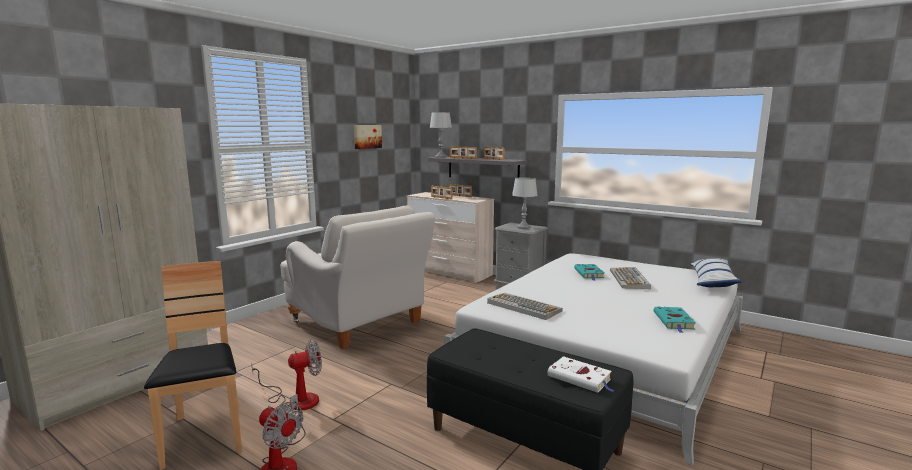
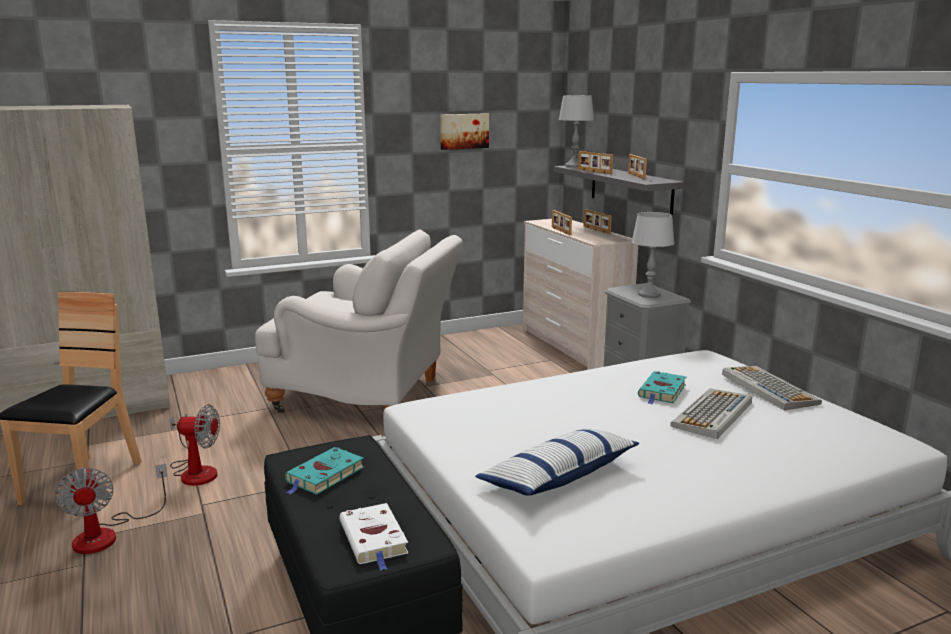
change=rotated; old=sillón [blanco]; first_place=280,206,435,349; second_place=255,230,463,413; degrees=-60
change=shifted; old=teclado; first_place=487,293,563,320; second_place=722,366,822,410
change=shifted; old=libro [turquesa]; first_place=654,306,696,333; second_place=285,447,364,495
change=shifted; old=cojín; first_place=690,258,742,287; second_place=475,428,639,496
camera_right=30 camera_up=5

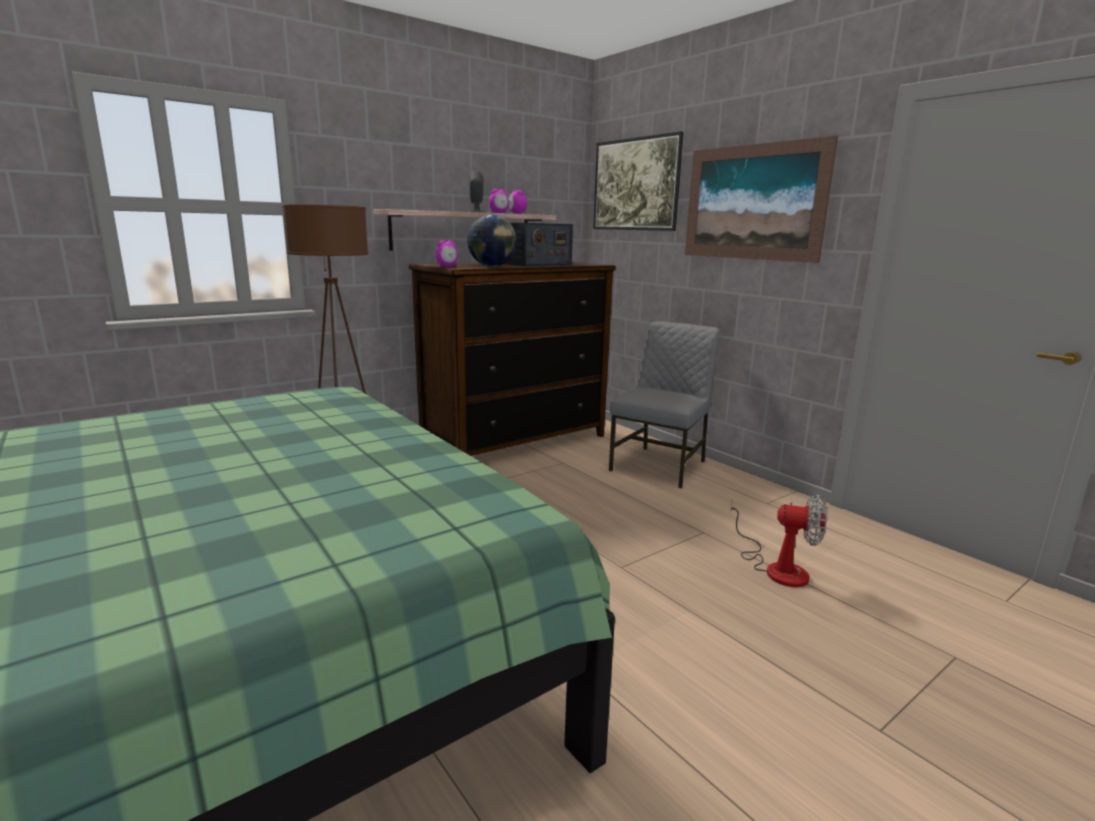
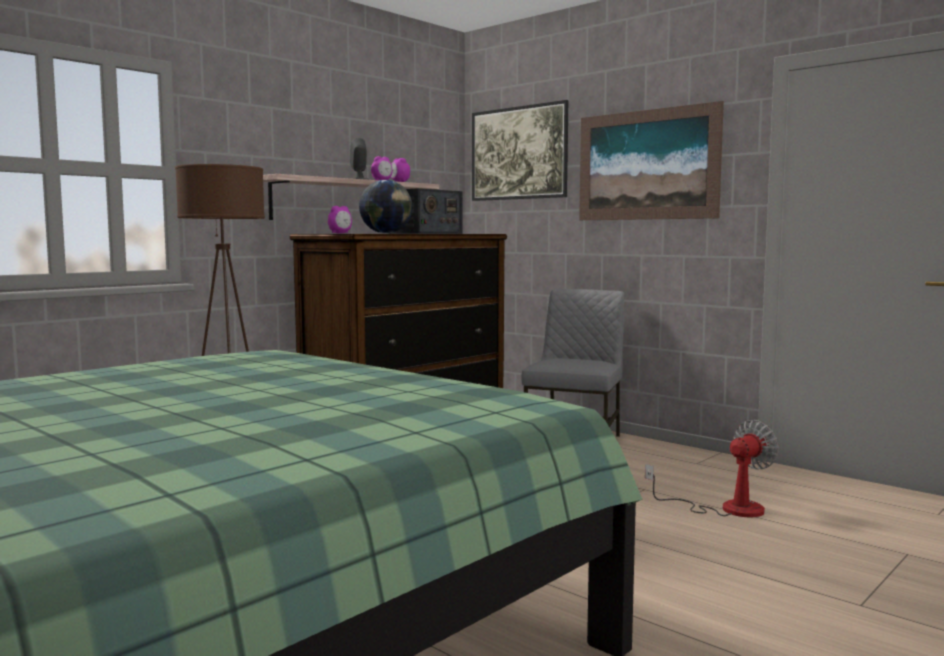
change=rotated; old=ventilador; first_place=730,494,827,587; second_place=645,420,779,517; degrees=-45
camera_right=-10 camera_up=-10

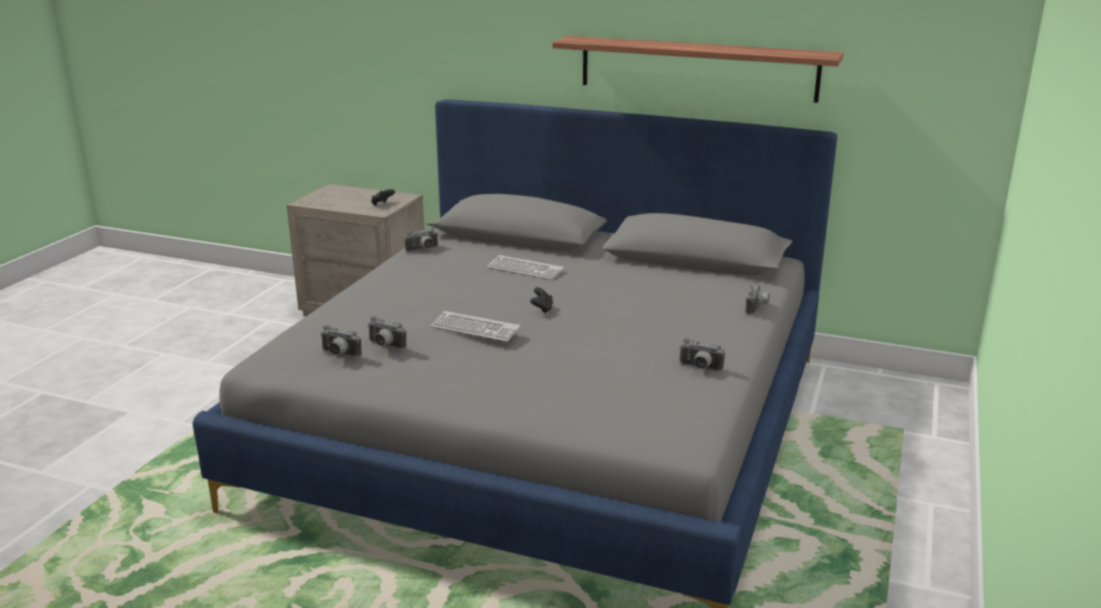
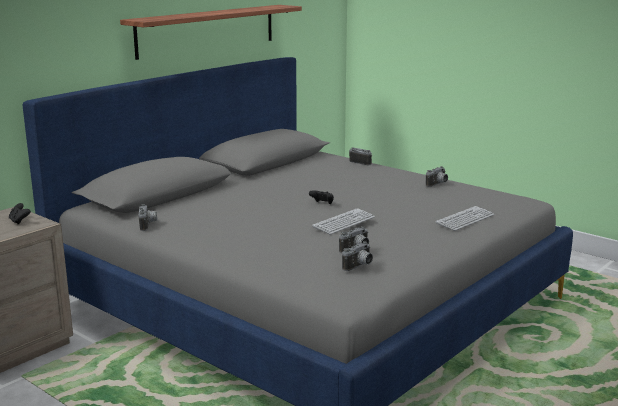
change=shifted; old=teclado; first_place=487,255,564,280; second_place=436,206,494,231
camera_right=-70 camera_up=-5

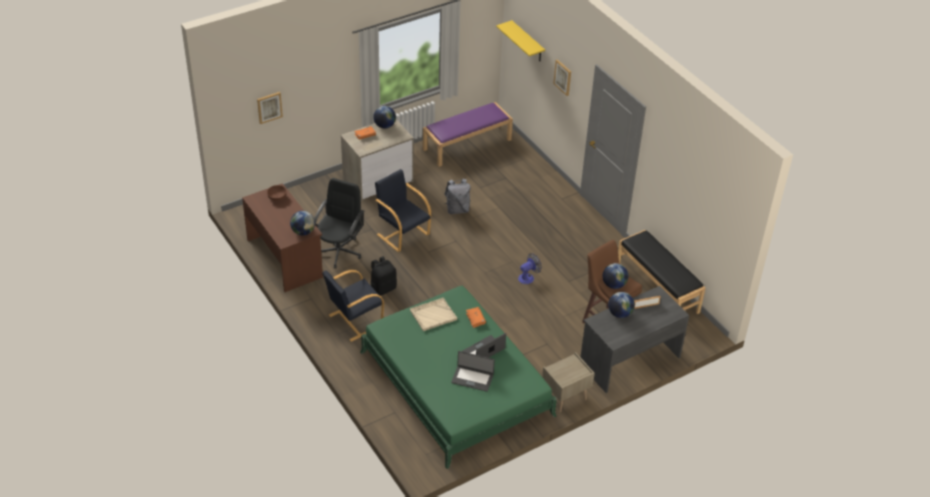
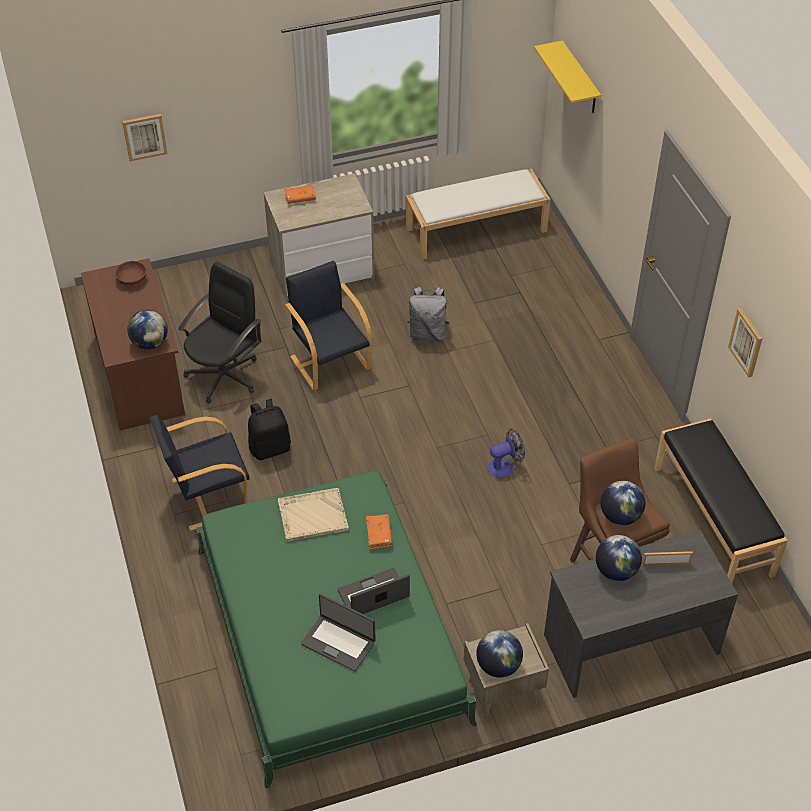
change=shifted; old=globo terráqueo; first_place=373,106,396,129; second_place=476,630,523,678
change=repainted; old=banco [morado]; new=banco [blanco]; first_place=423,102,513,167; second_place=406,169,550,260
change=shifted; old=cuadro; first_place=553,59,571,96; second_place=728,308,763,378
camera_right=15 camera_up=5

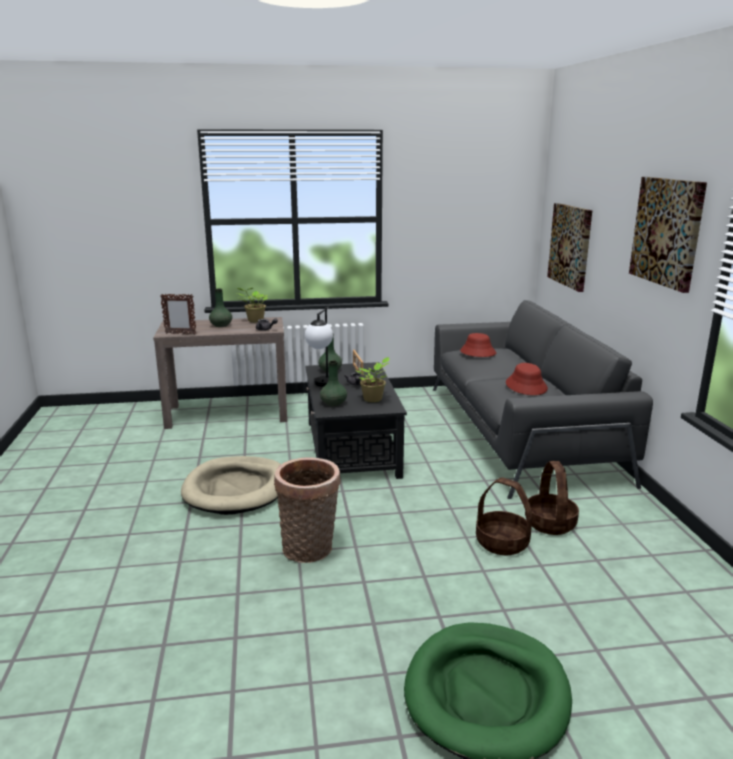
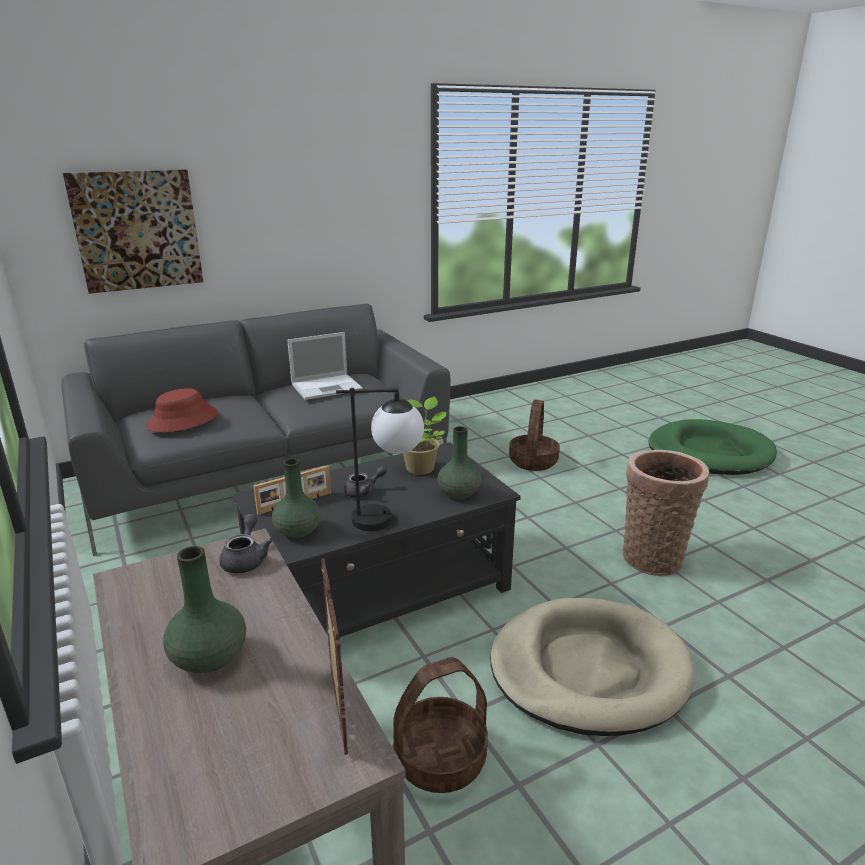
change=gone; old=planta en maceta; first_place=237,288,268,322
change=swapped; old=sombrero [rojo]; new=portátil; first_place=506,363,548,395; second_place=287,332,363,400
change=shifted; old=cesta; first_place=525,461,579,535; second_place=393,657,488,793
change=gone; old=cuadro; first_place=629,177,707,293
camera_right=-110 camera_up=5

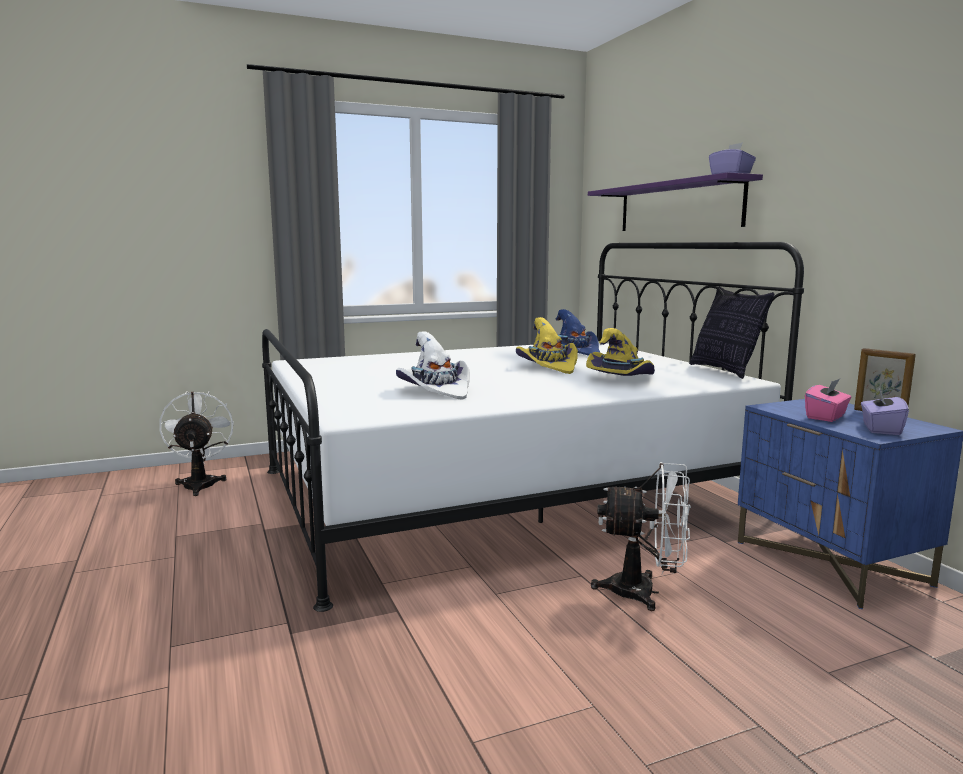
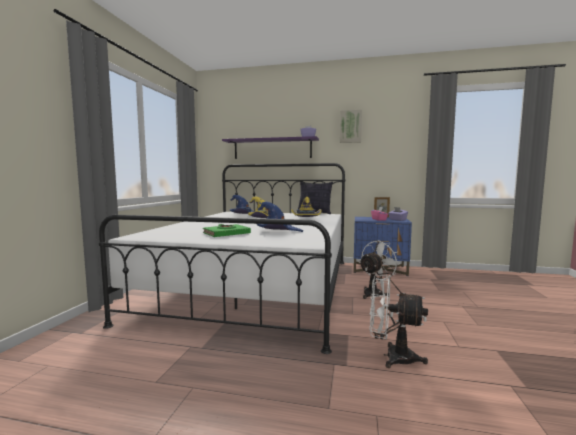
change=shifted; old=ventilador [blanco]; first_place=159,391,234,496; second_place=369,275,428,368
change=repainted; old=sombrero [blanco]; new=sombrero [azul]; first_place=396,331,470,400; second_place=257,202,303,232
change=new; new=libro [verde]; second_place=203,224,251,237
change=new; new=cuadro; second_place=340,110,362,143
camera_right=-55 camera_up=-5

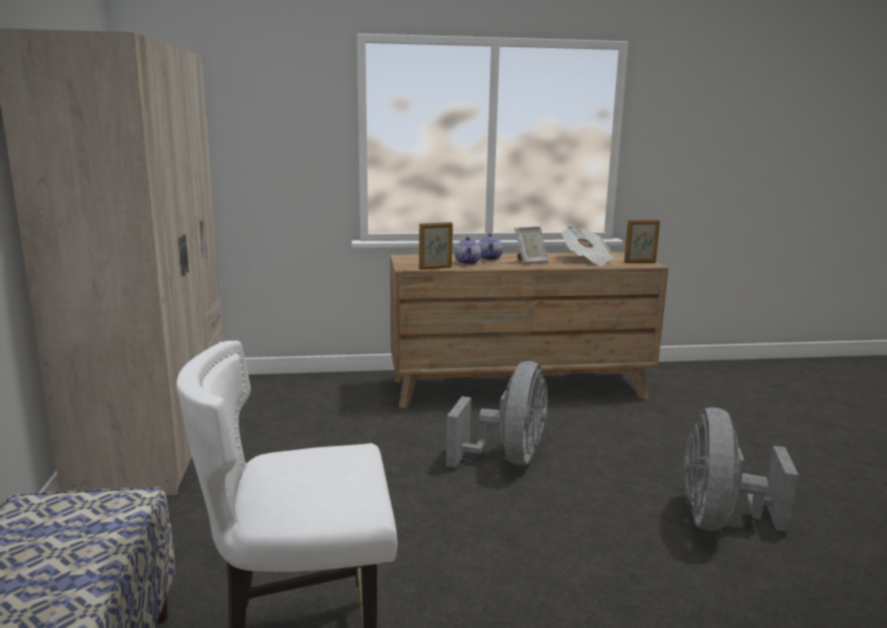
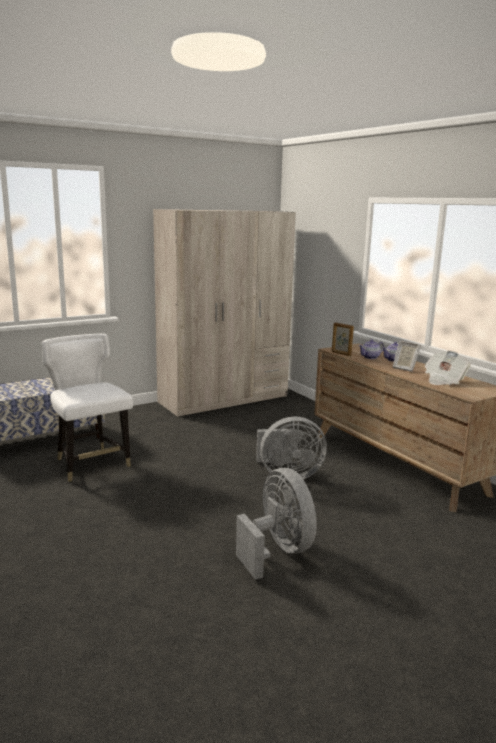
change=gone; old=portarretratos; first_place=624,220,660,263
change=rotated; old=ventilador [gris]; first_place=684,408,798,532; second_place=236,468,317,580; degrees=75
camera_right=65 camera_up=0

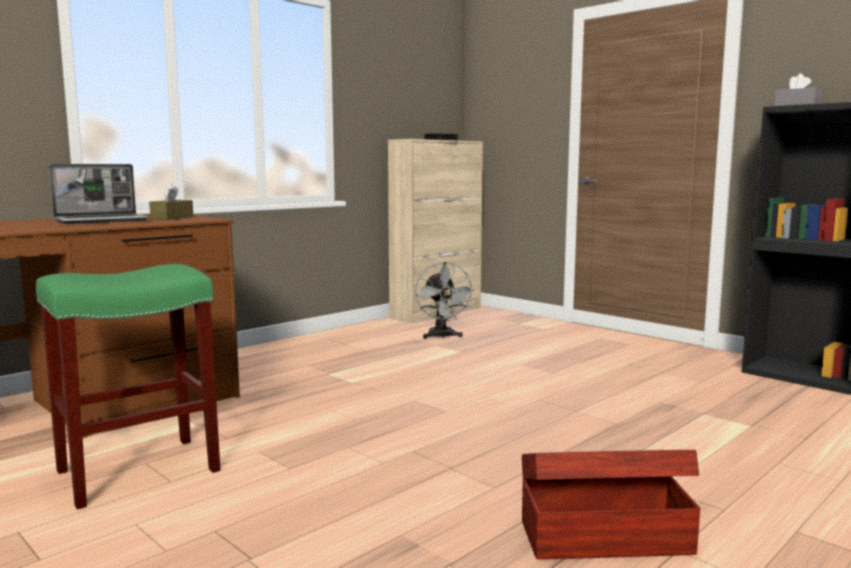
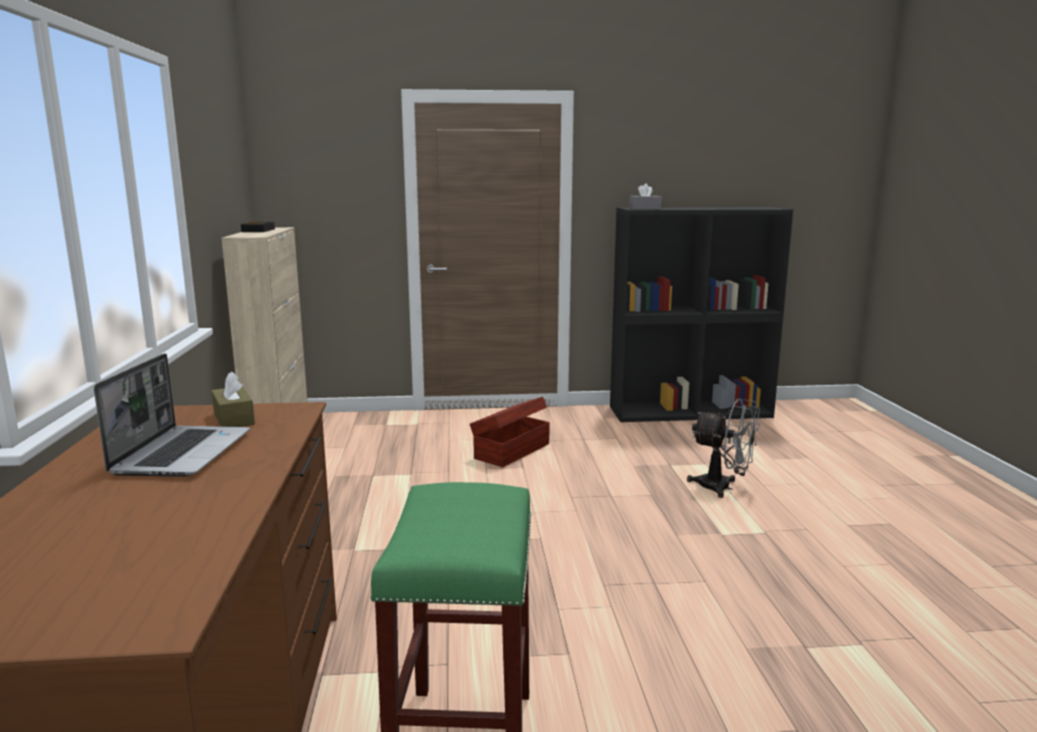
change=shifted; old=ventilador [gris]; first_place=415,262,474,339; second_place=687,399,760,498
change=shifted; old=caja de almacenaje [marrón]; first_place=522,450,701,560; second_place=470,397,550,467
camera_right=-50 camera_up=5

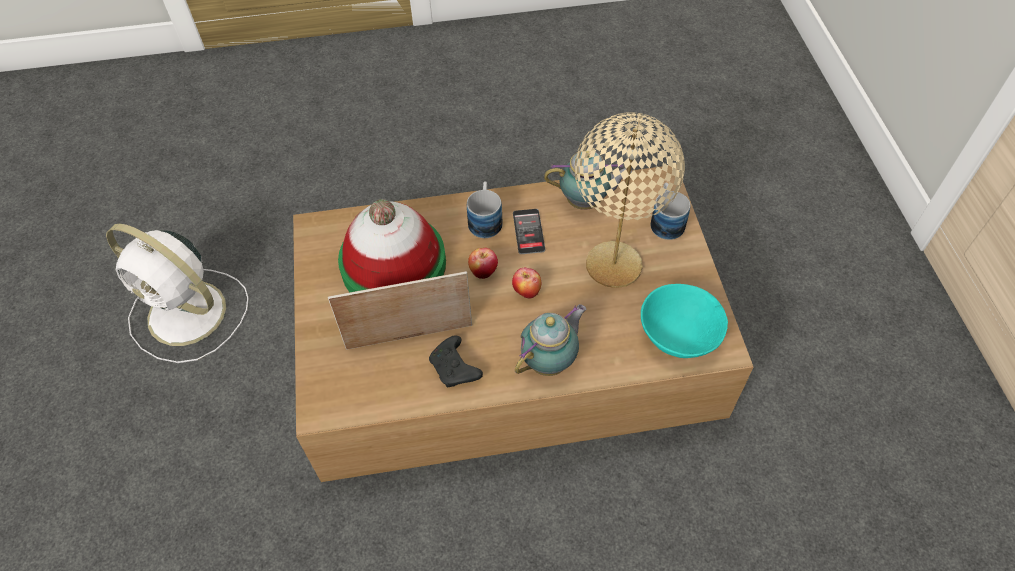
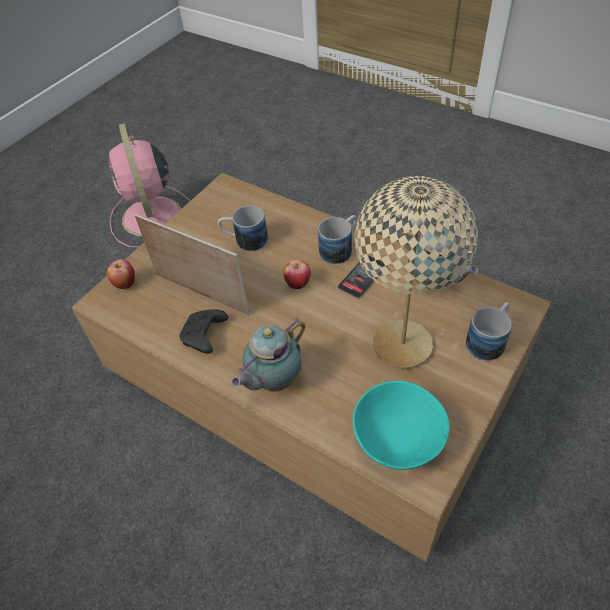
change=repainted; old=ventilador [blanco]; new=ventilador [rosa]; first_place=106,224,249,363; second_place=108,123,190,248
change=swapped; old=sombrero; new=taza grande; first_place=338,199,446,292; second_place=218,205,268,251
change=shifted; old=manzana; first_place=512,268,542,298; second_place=107,259,135,289
change=rotated; old=tetera; first_place=515,304,587,376; second_place=231,318,305,391; degrees=135
camera_right=45 camera_up=-5

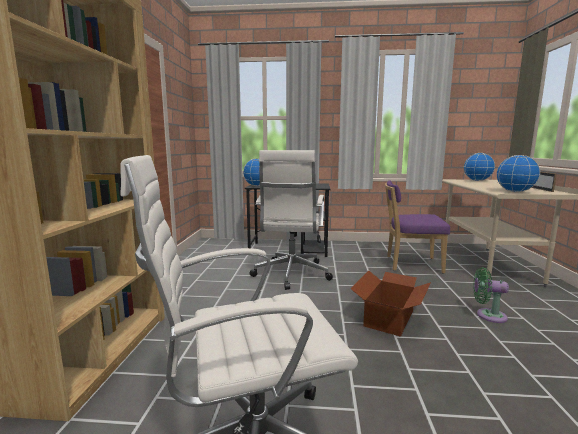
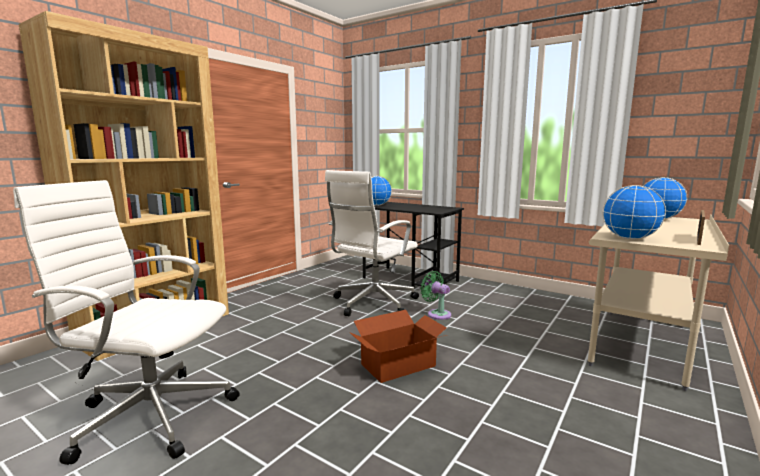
change=gone; old=silla [morado]; first_place=385,180,450,274
change=shifted; old=ventilador [verde]; first_place=474,267,509,323; second_place=420,271,451,320
camera_right=30 camera_up=0

